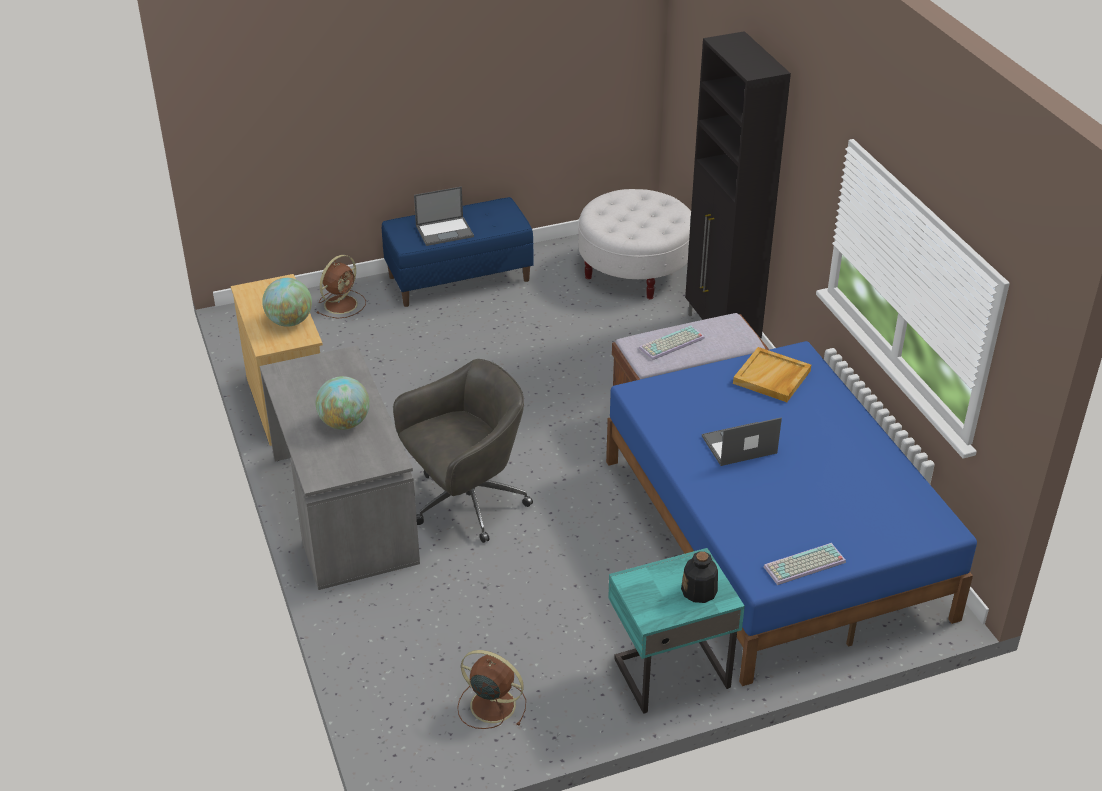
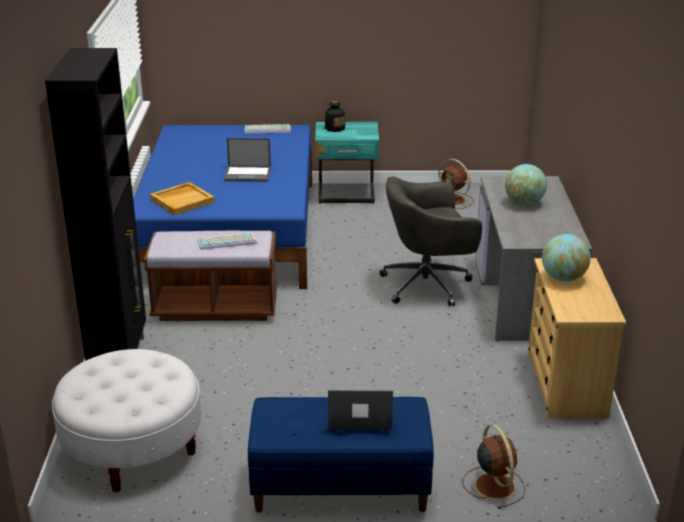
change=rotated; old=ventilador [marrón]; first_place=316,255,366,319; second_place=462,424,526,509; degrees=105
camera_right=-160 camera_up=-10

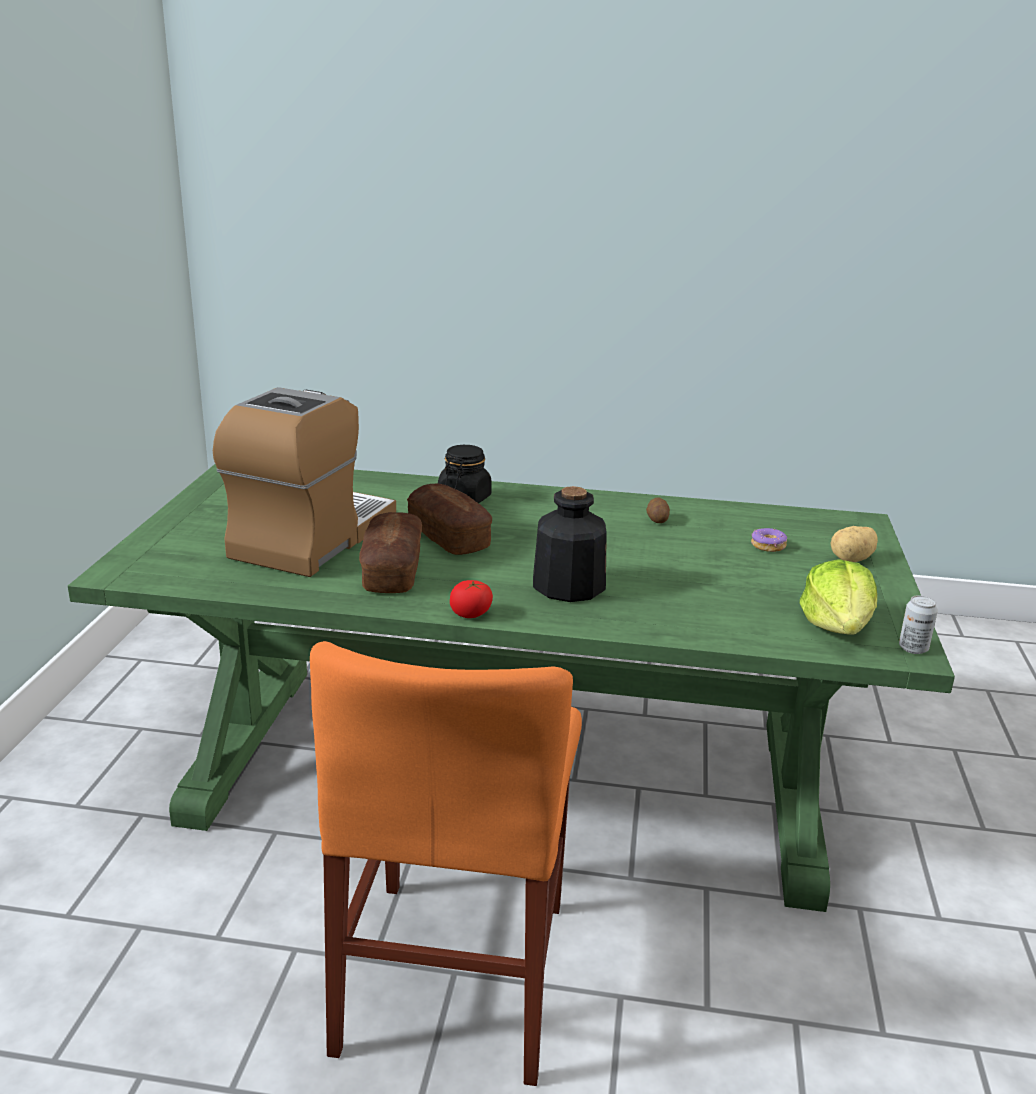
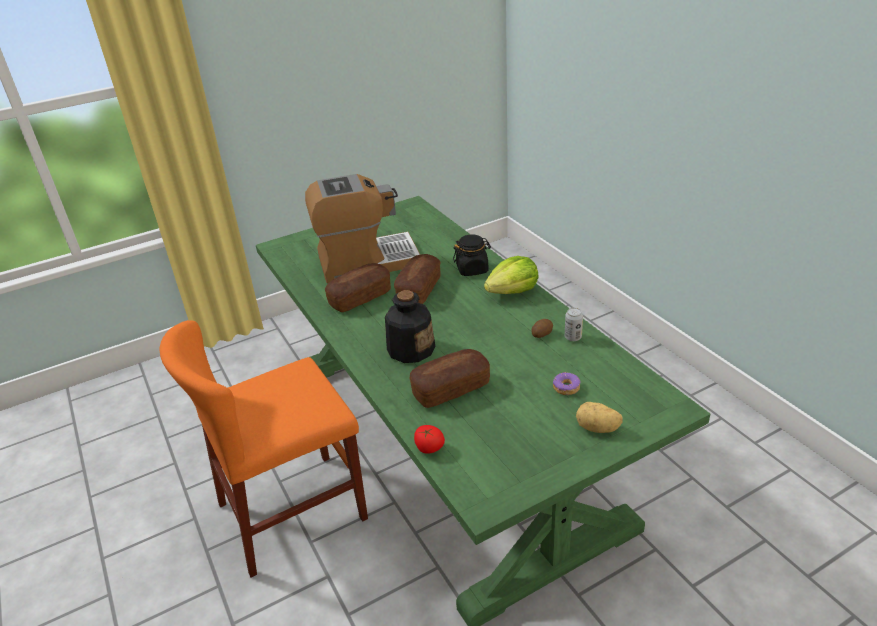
change=shifted; old=tomate; first_place=450,580,493,618; second_place=414,425,445,454
change=shifted; old=lechuga; first_place=800,560,877,635; second_place=484,256,539,294
change=shifted; old=lata; first_place=899,595,938,654; second_place=565,308,583,341
change=new; new=pan; second_place=410,349,490,408
camera_right=55 camera_up=10

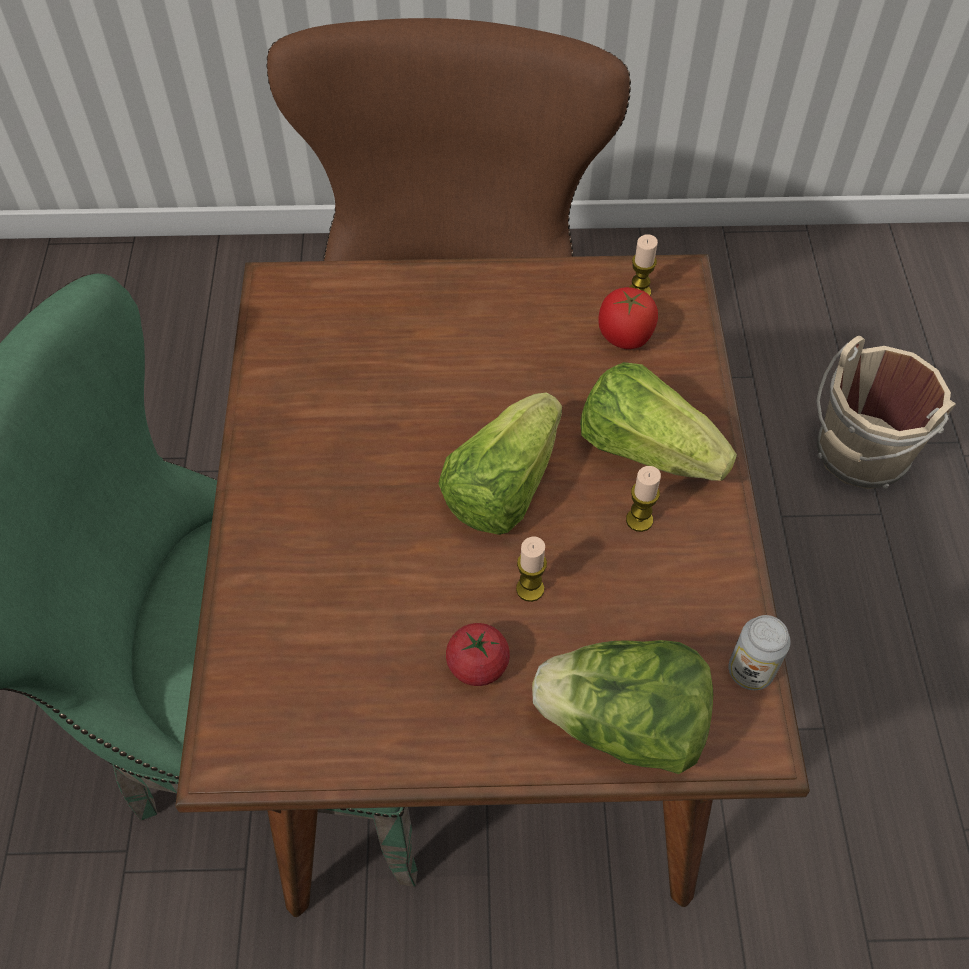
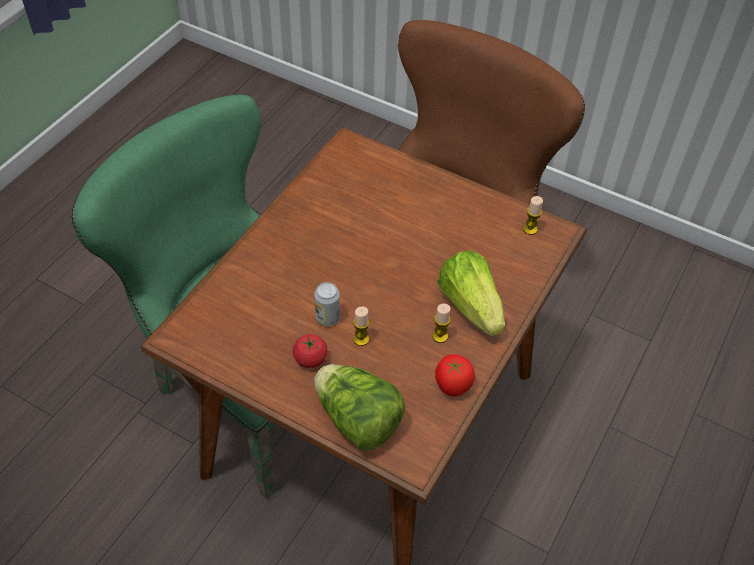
change=gone; old=lechuga; first_place=438,393,562,535
change=shifted; old=tomate; first_place=598,287,658,349; second_place=435,354,475,396
change=shifted; old=lata; first_place=728,615,791,690; second_place=314,282,340,326
change=gone; old=cubo [beis]; first_place=816,336,956,489
camera_right=30 camera_up=-5

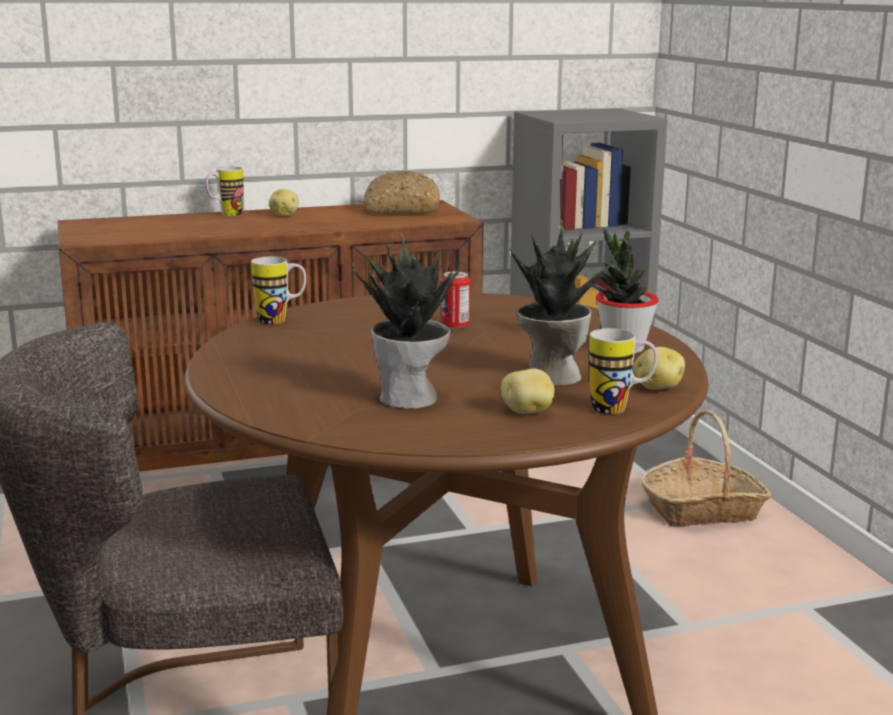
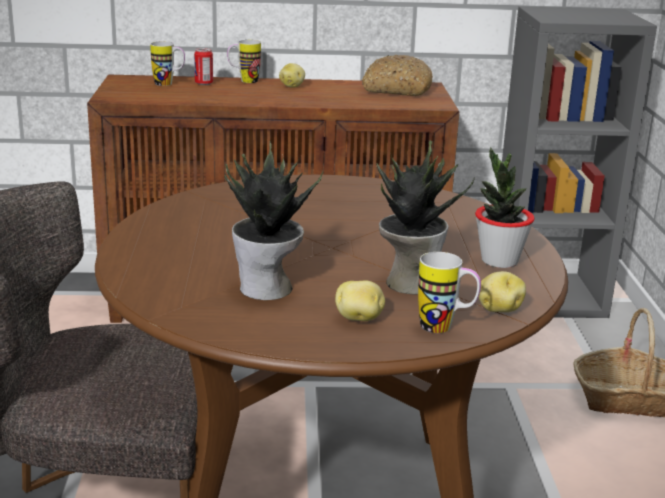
change=shifted; old=taza grande; first_place=251,256,306,324; second_place=150,41,185,86
change=shifted; old=lata; first_place=441,271,470,329; second_place=194,48,213,85
camera_right=15 camera_up=5

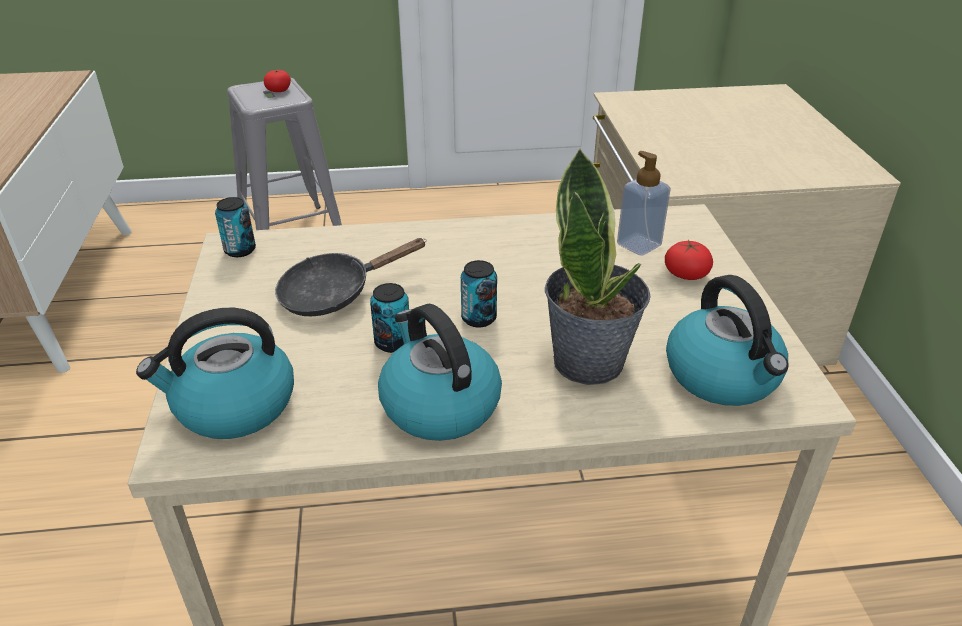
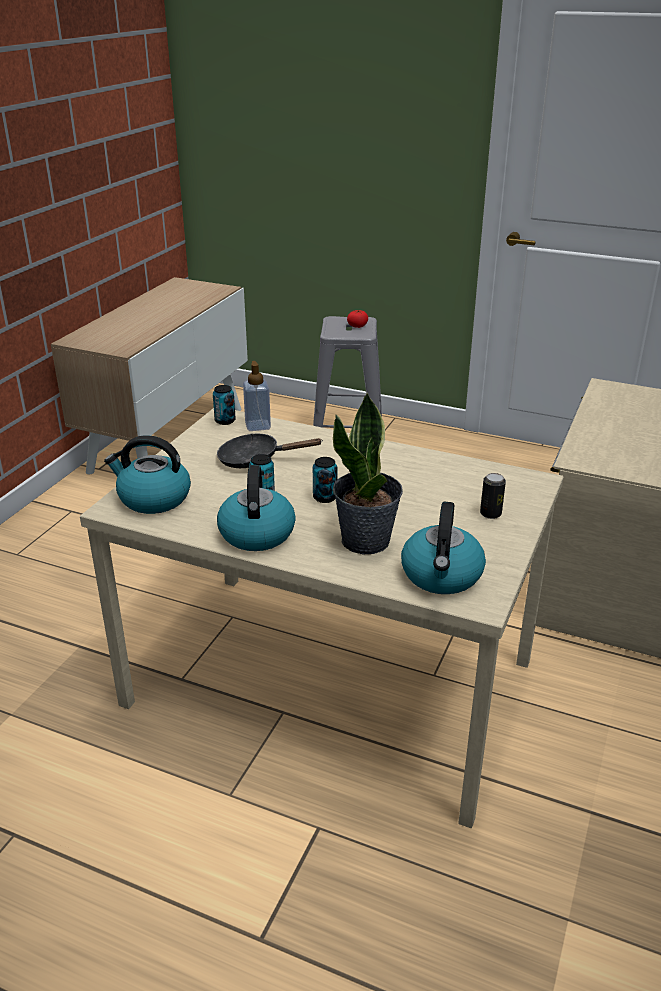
change=shifted; old=dispensador de jabón; first_place=617,151,671,256; second_place=243,361,271,431
change=swapped; old=tomate; new=lata; first_place=665,240,713,280; second_place=480,473,506,519
camera_right=30 camera_up=-5

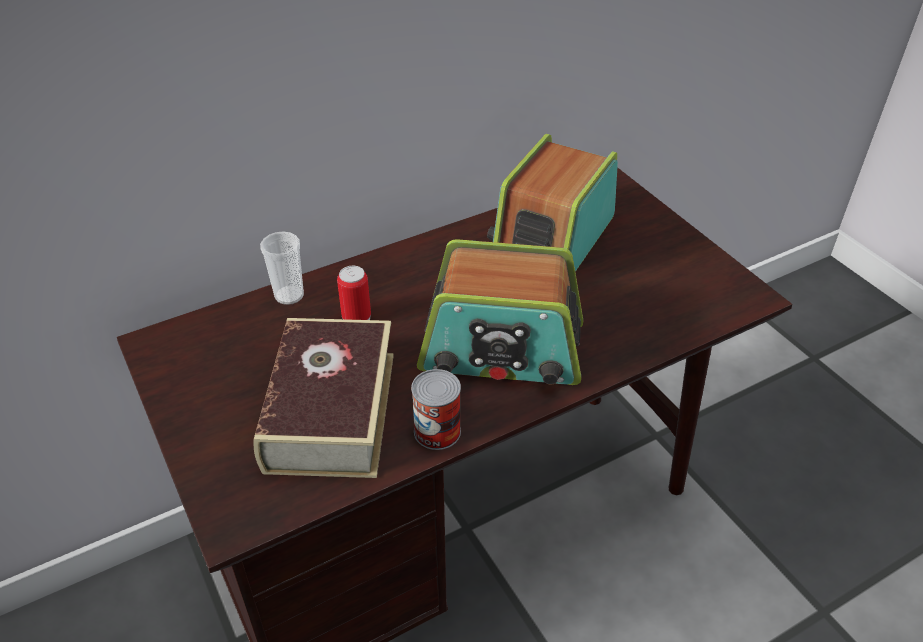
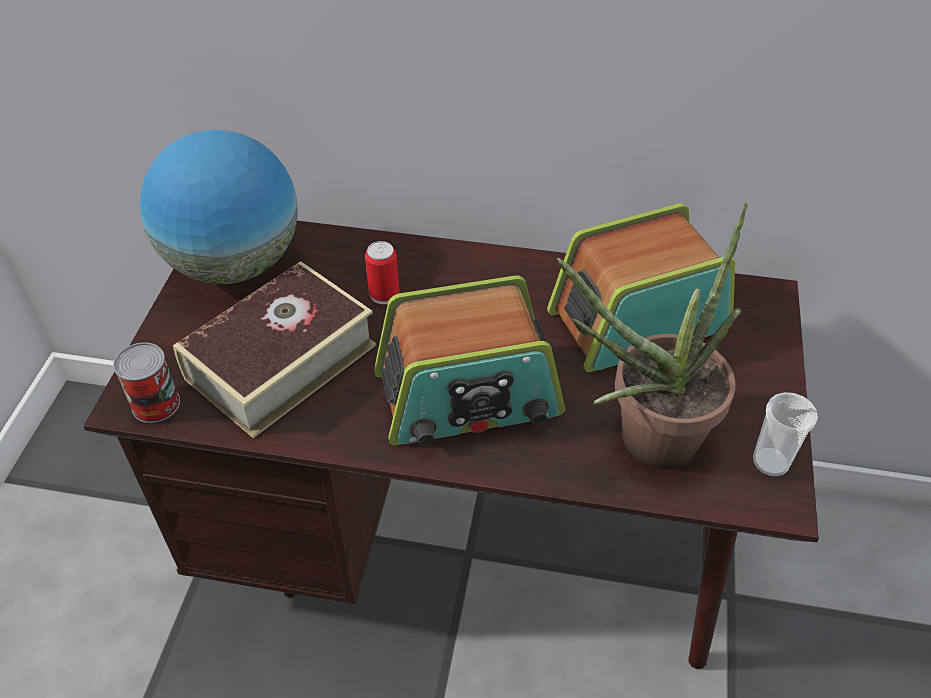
change=shifted; old=taza; first_place=260,232,304,305; second_place=753,392,818,476
change=shifted; old=lata; first_place=411,369,461,450; second_place=113,342,180,423
change=rotated; old=radio; first_place=417,239,583,385; second_place=374,276,565,445; degrees=-60
change=new; new=globo terráqueo; second_place=140,130,298,284
change=new; new=planta en maceta; second_place=557,203,747,469
camera_right=40 camera_up=5

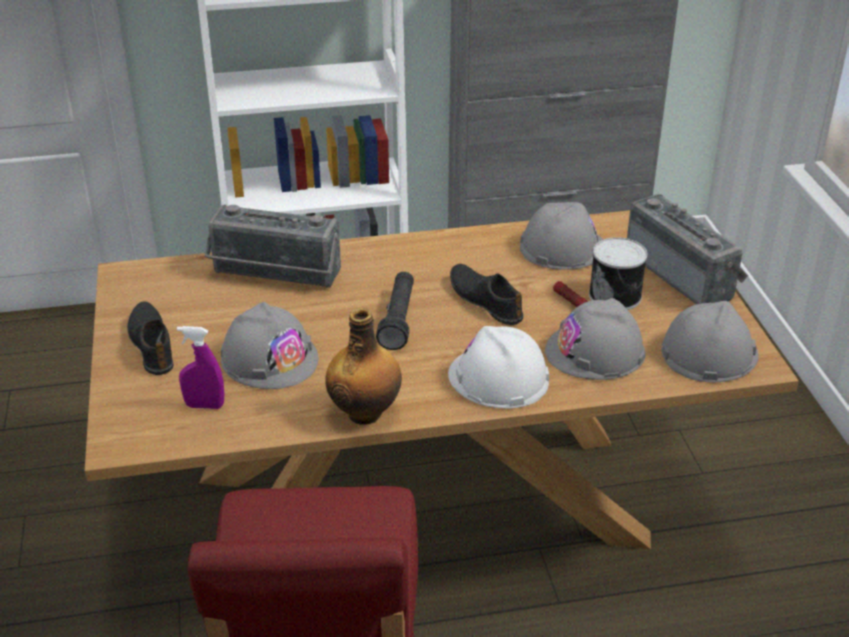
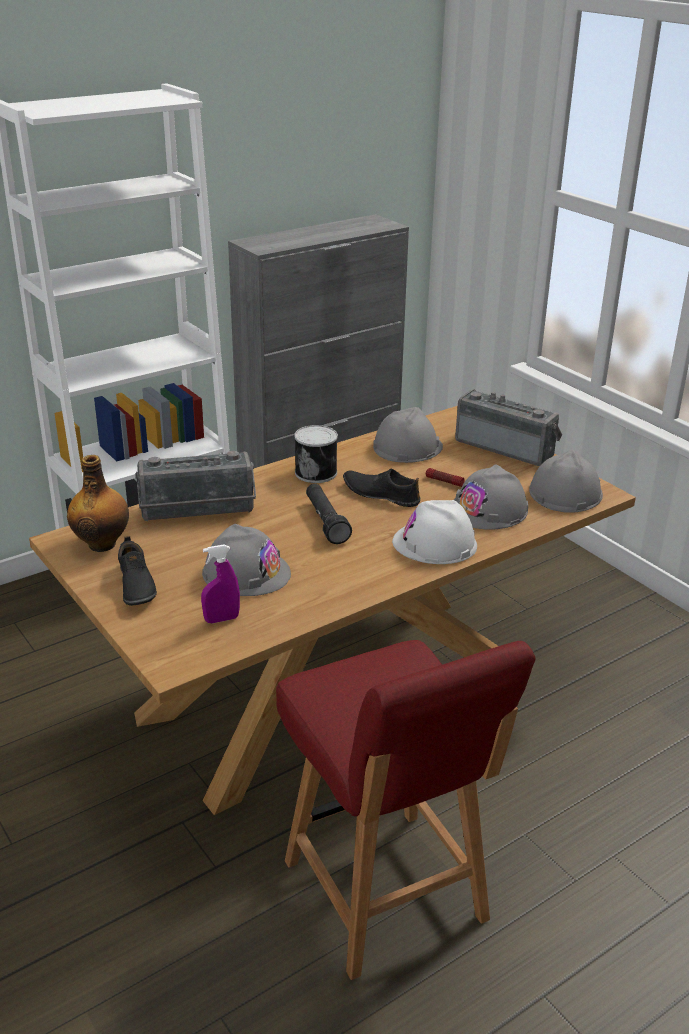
change=rotated; old=zapato [negro]; first_place=127,301,174,375; second_place=118,536,157,606; degrees=-150
change=shifted; old=botella; first_place=325,308,402,425; second_place=67,455,129,552
change=shifted; old=lata; first_place=589,237,647,310; second_place=294,425,338,483
camera_right=-25 camera_up=-5

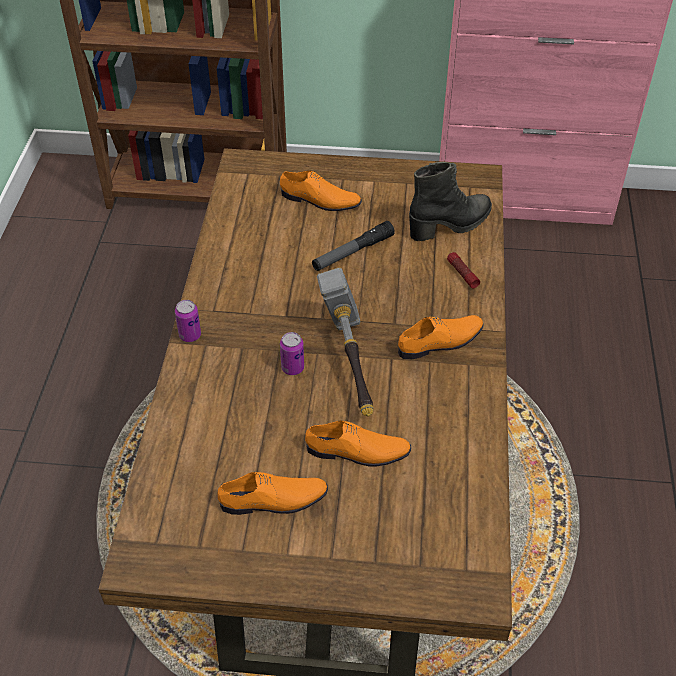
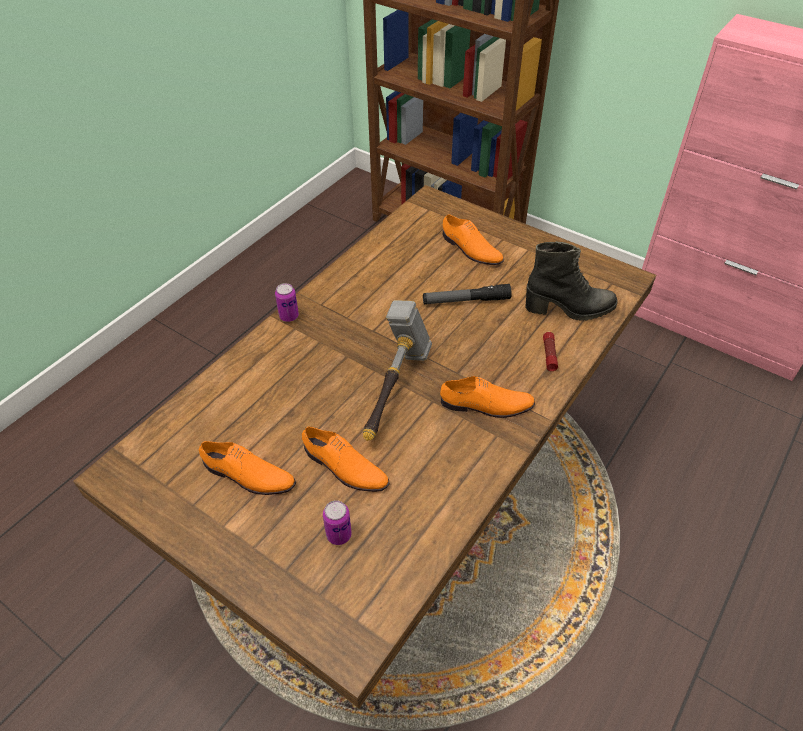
change=shifted; old=lata; first_place=280,332,304,375; second_place=323,500,352,545
camera_right=30 camera_up=0

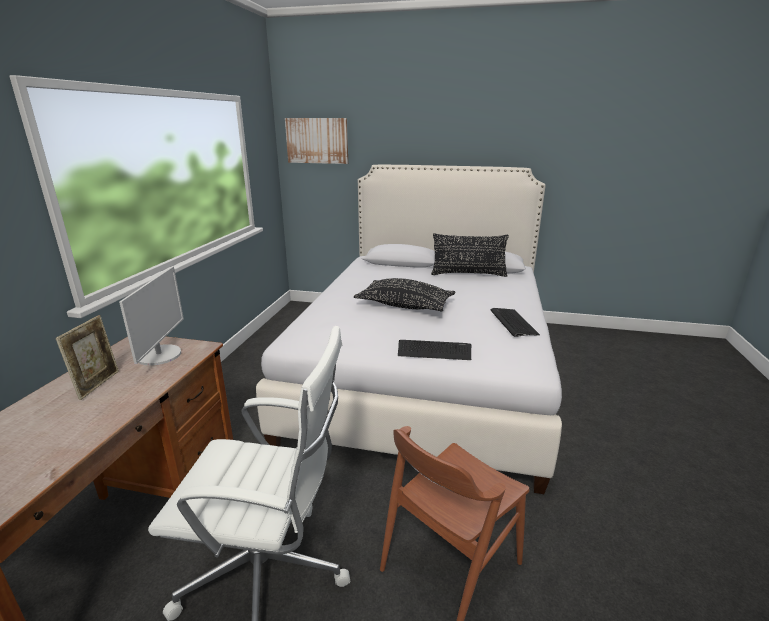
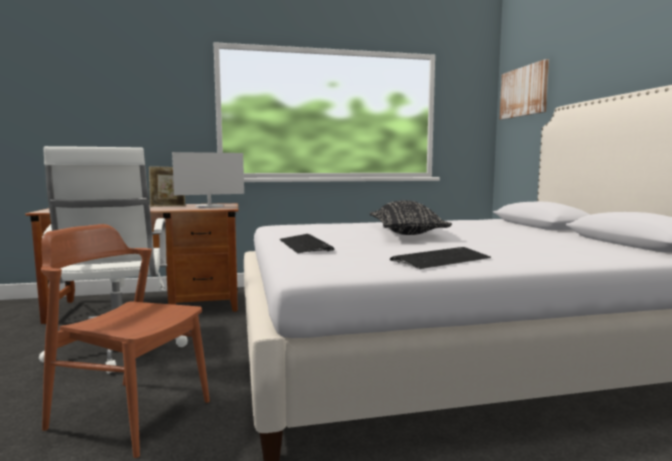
change=gone; old=cojín [negro]; first_place=431,233,509,277
camera_right=65 camera_up=-15

